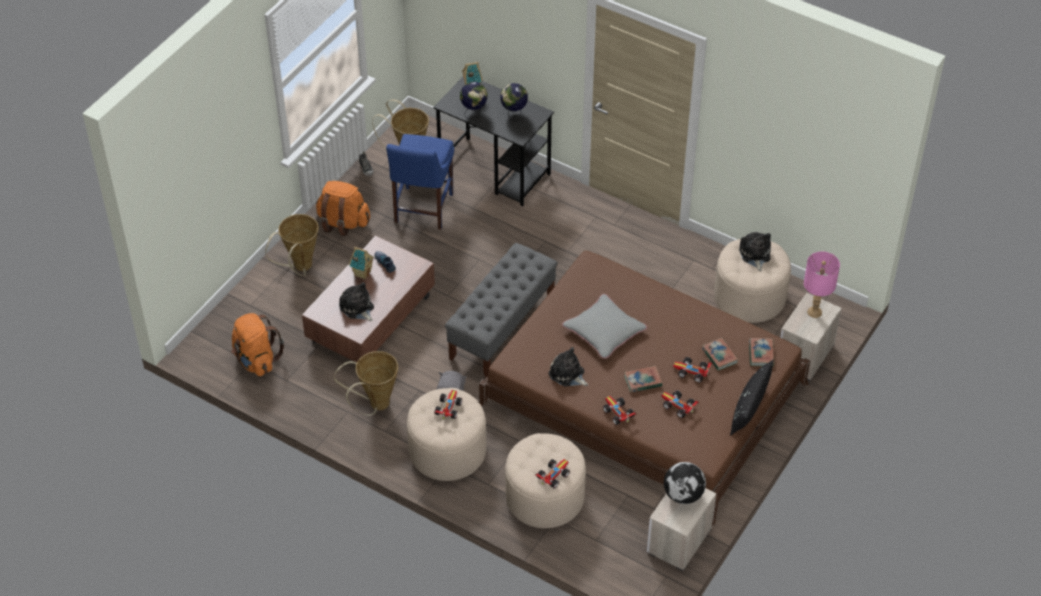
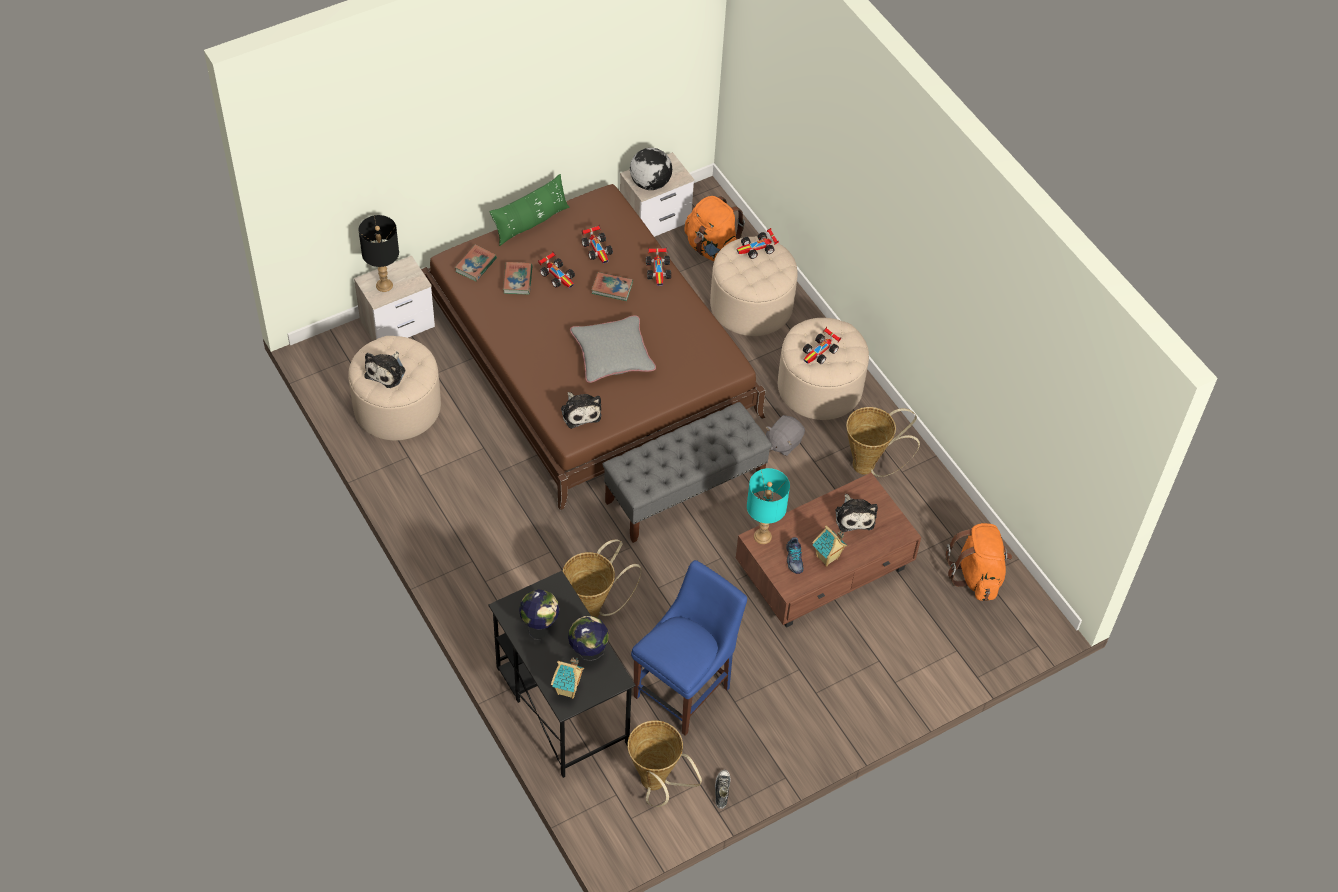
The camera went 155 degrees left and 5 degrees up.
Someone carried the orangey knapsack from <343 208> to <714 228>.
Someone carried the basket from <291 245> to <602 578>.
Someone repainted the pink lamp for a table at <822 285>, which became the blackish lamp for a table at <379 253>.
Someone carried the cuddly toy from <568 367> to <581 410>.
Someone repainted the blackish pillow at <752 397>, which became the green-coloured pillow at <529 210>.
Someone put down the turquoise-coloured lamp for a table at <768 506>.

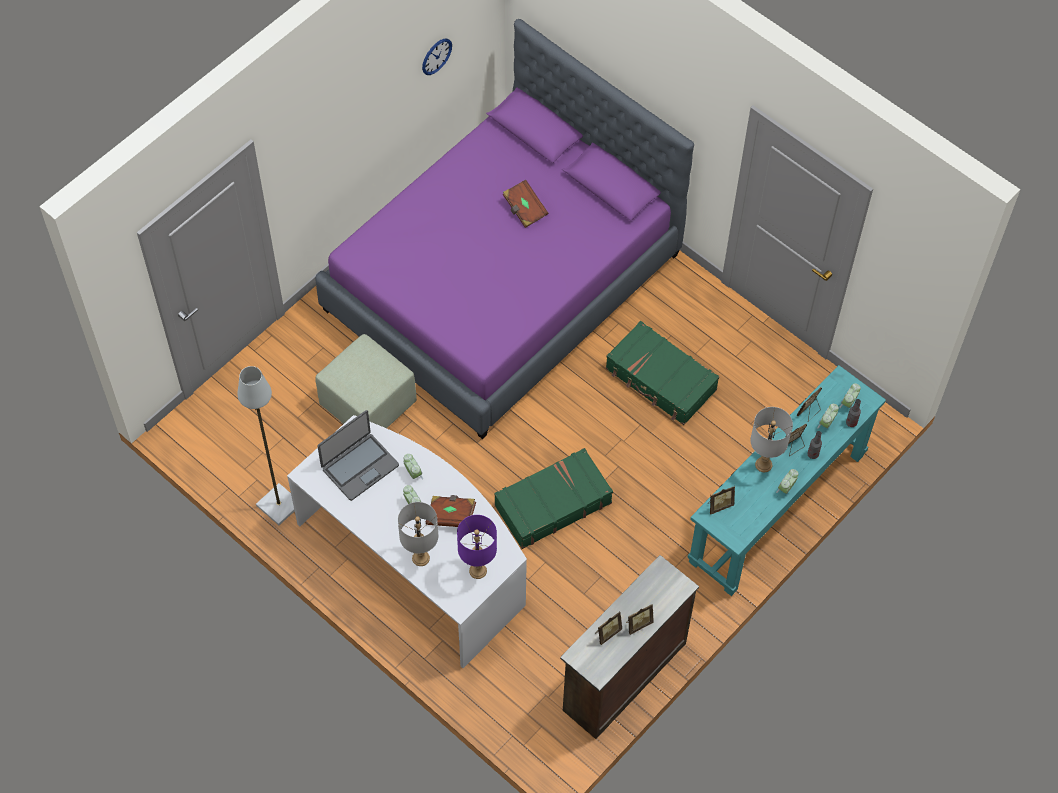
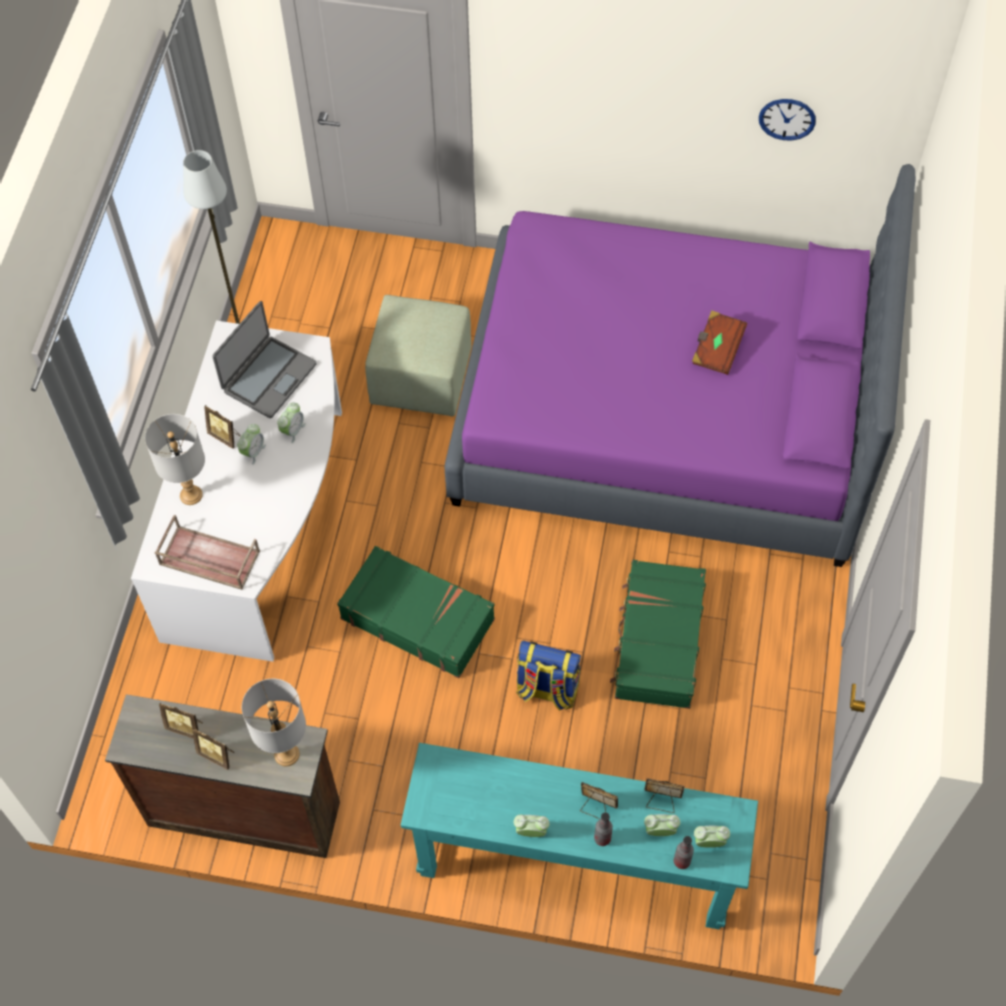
The camera went 60 degrees right and 0 degrees up.
Someone carried the gray lamp for a table from <771 439> to <274 722>.
Someone rotated the notebook computer at <358 455> by 75 degrees counterclockwise.
Someone carried the standing frame from <721 500> to <222 427>.
Someone took away the brown volume at <451 511>.
Someone swapped the purplish lamp for a table at <477 547> for the brown serving tray at <207 552>.
Someone put down the knapsack at <548 676>.

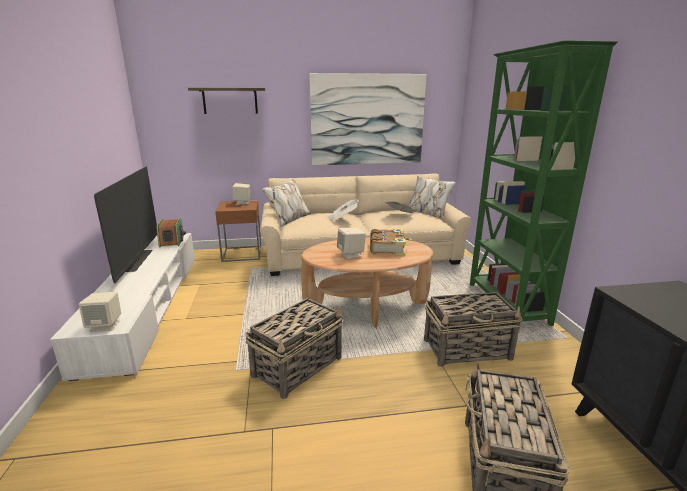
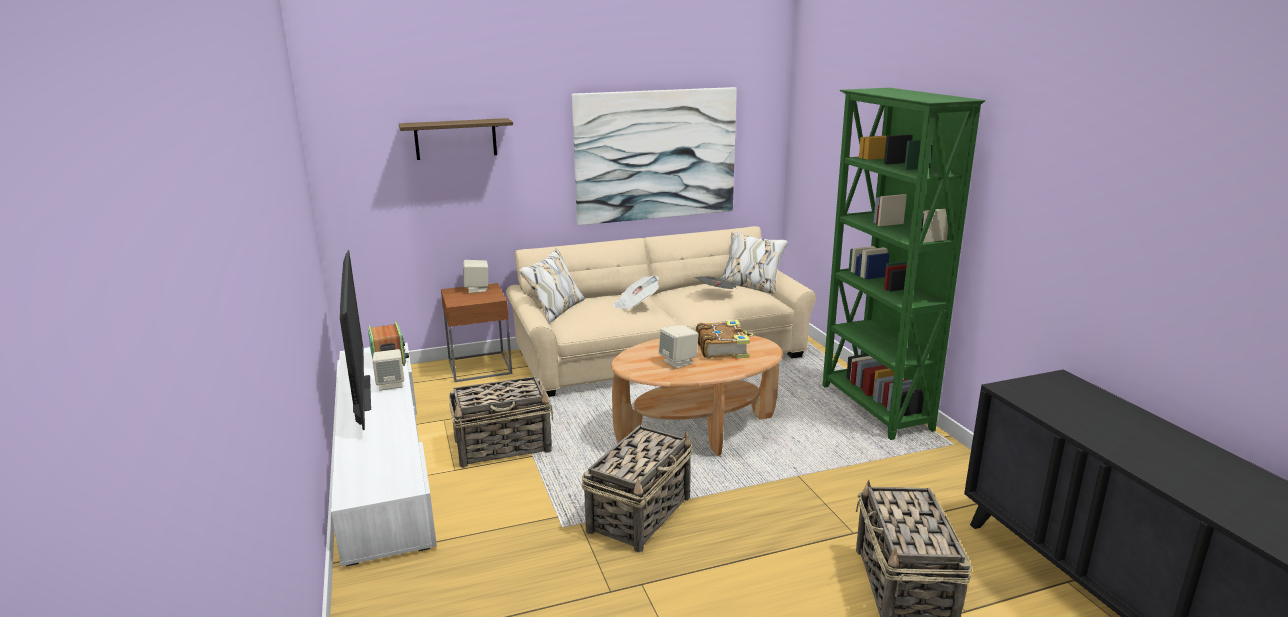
The camera went 10 degrees left and 0 degrees up.
Someone carried the sand-coloured audio speaker from <100 312> to <388 370>.
Someone carried the basket from <473 329> to <501 421>.

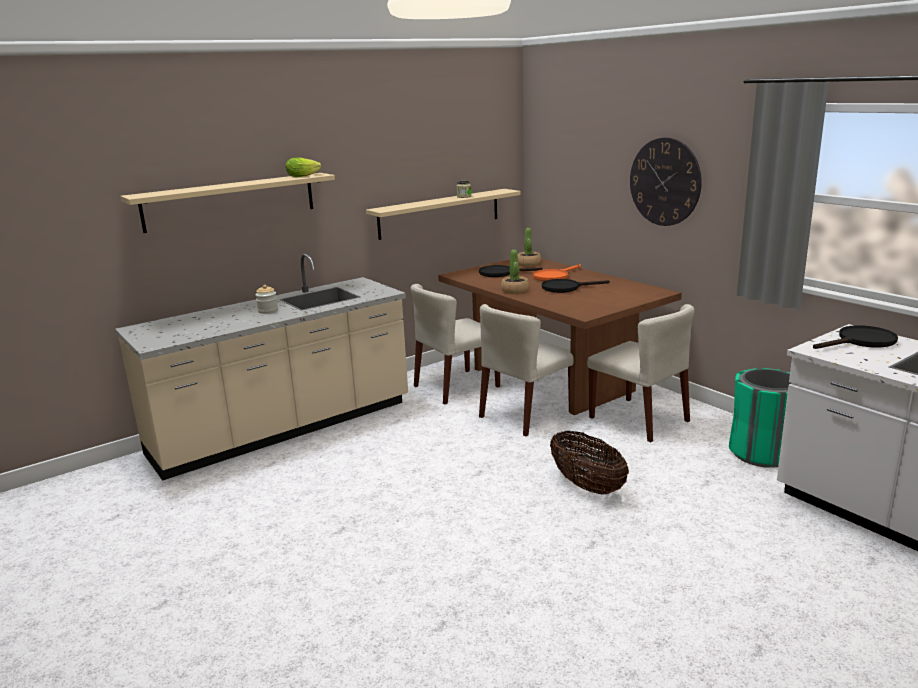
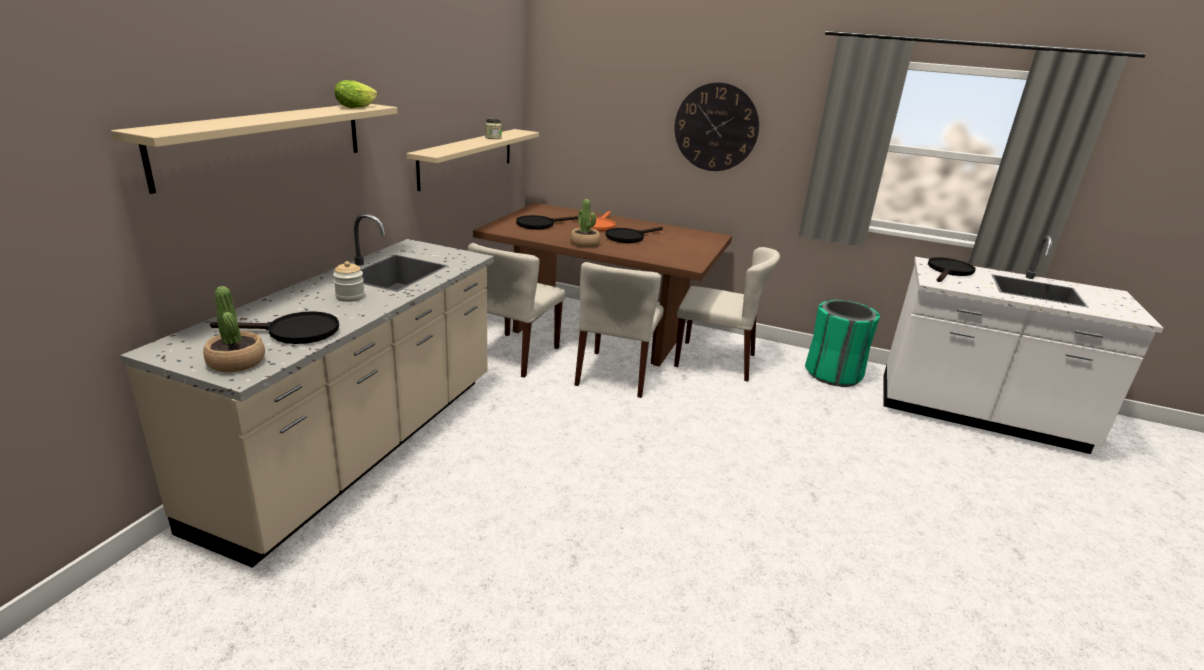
The camera went 35 degrees left and 5 degrees up.
Someone carried the houseplant from <529 247> to <234 329>.
Someone took away the basket at <589 462>.
Someone put down the blackish frying pan at <274 327>.

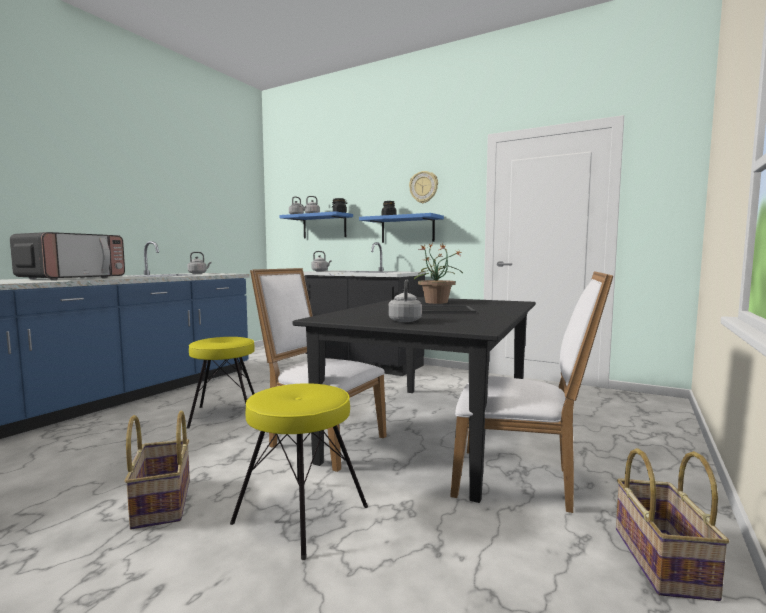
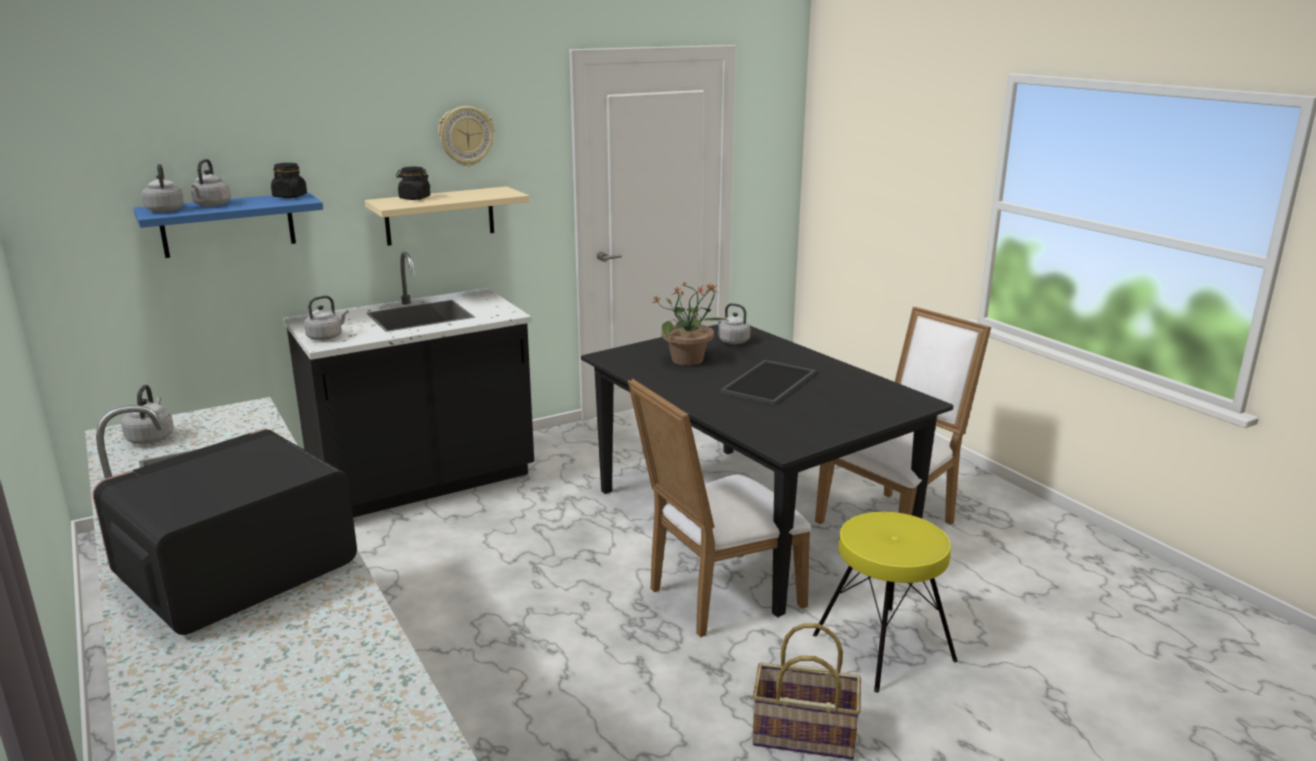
The camera went 60 degrees left and 15 degrees up.
Someone repainted the bluish bracket shelf at <401 228>, which became the sand-coloured bracket shelf at <447 216>.
Someone rotated the microwave oven at <67 256> by 105 degrees counterclockwise.
Someone carried the gray kettle from <405 300> to <732 323>.
Someone took away the yellow-coloured stool seat at <221 383>.
Someone took away the basket at <673 524>.

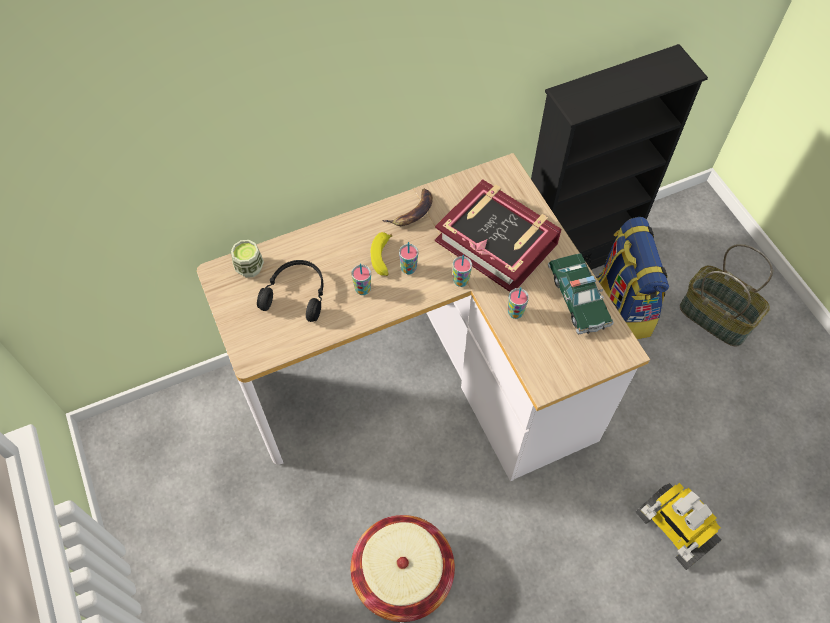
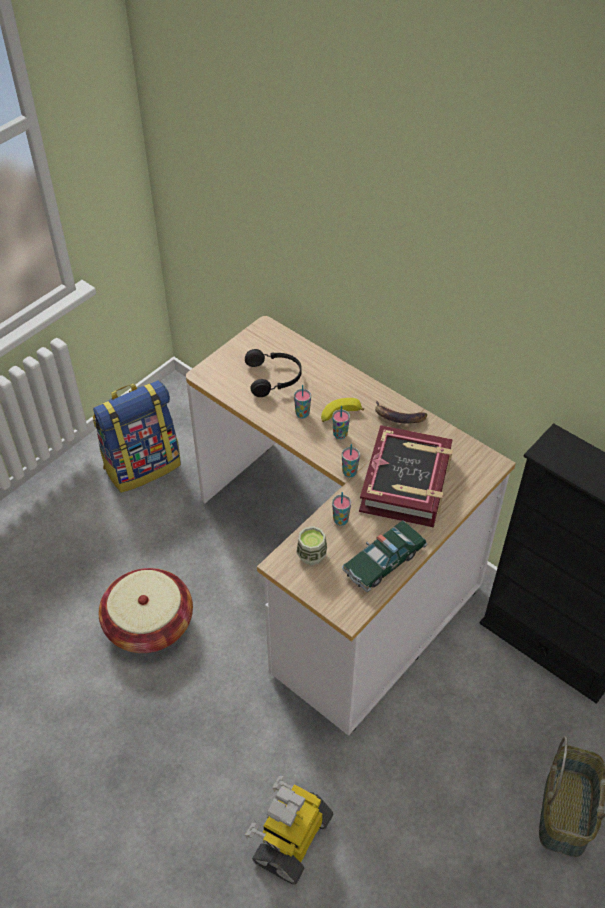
The camera went 65 degrees right and 10 degrees down.
Someone carried the knapsack from <632 278> to <137 436>.
Someone carried the cup from <247 259> to <311 545>.

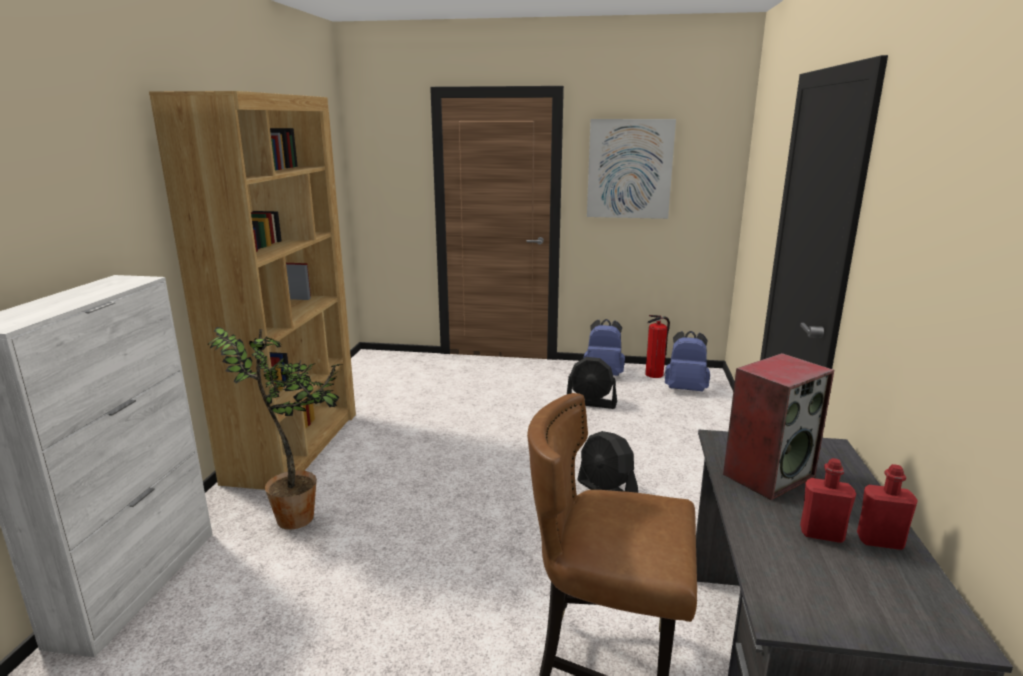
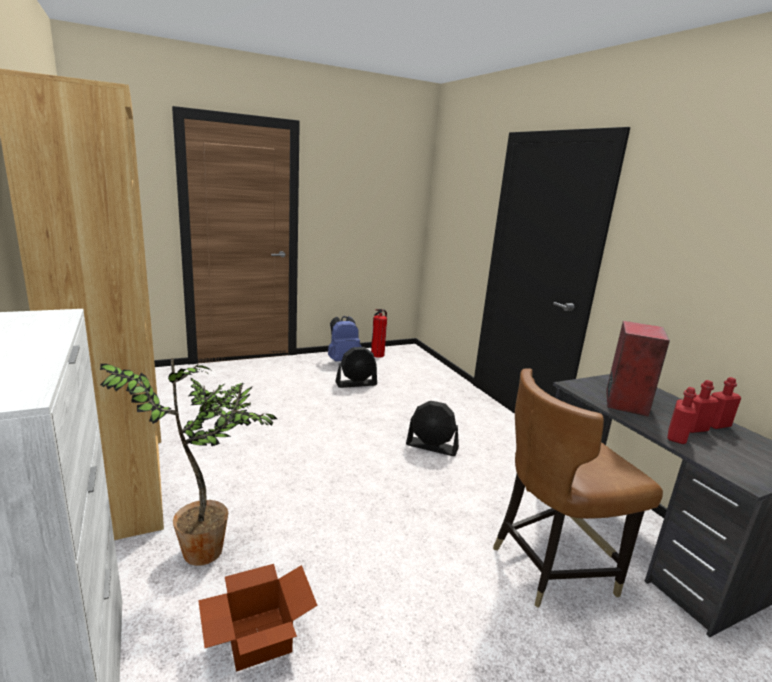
The camera went 35 degrees left and 0 degrees up.
Someone took away the wall picture at <631 169>.
Someone took away the bluish knapsack at <687 361>.
Someone put down the red-coloured bottle at <681 415>.
Someone put down the packing box at <258 618>.

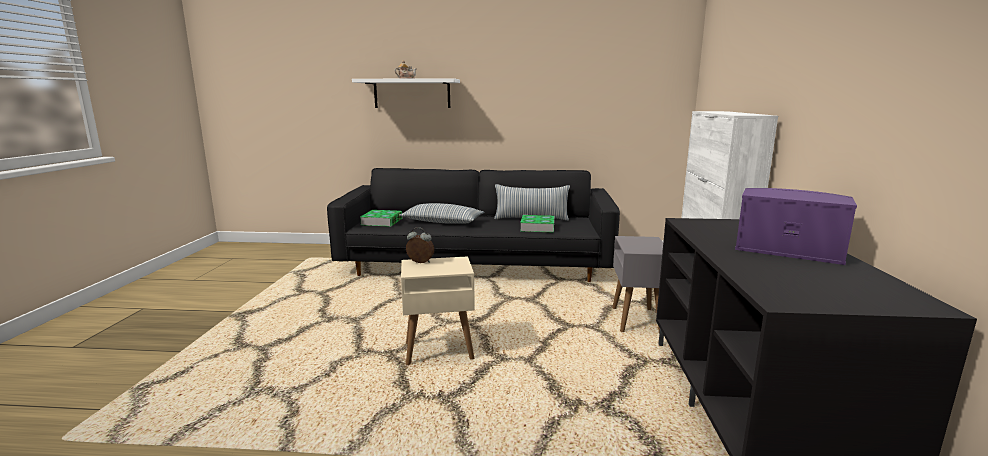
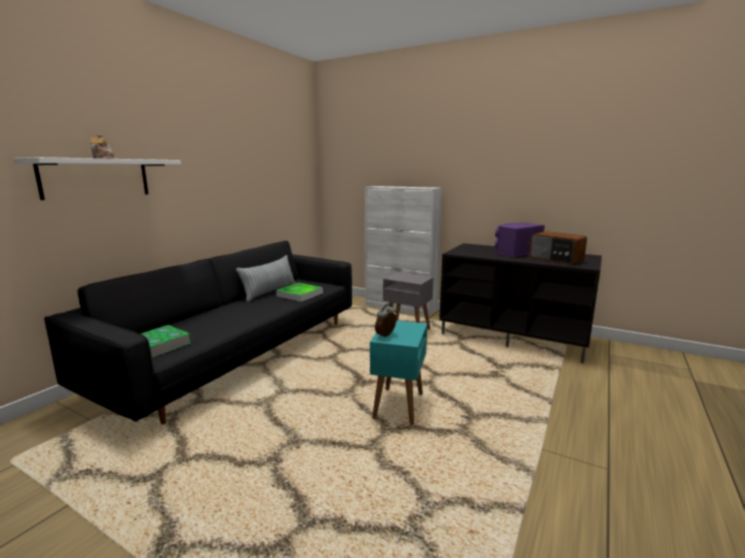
The camera went 65 degrees left and 0 degrees up.
Someone took away the pillow at <442 213>.
Someone swapped the volume at <537 224> for the serving tray at <299 292>.
Someone repainted the sand-coloured end table at <438 310>, which became the turquoise-coloured end table at <398 373>.
Someone put down the radio at <558 248>.

